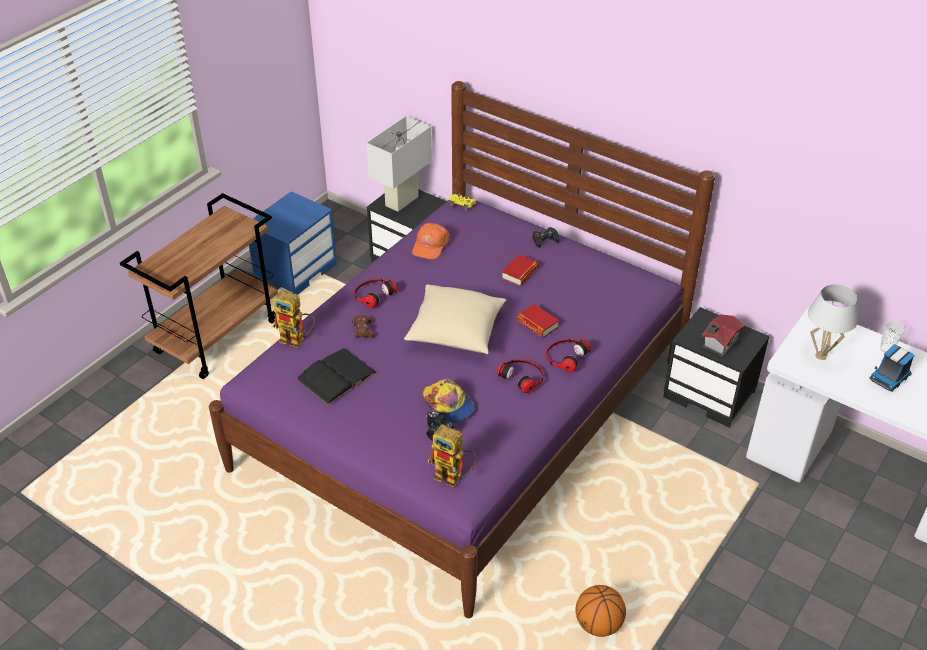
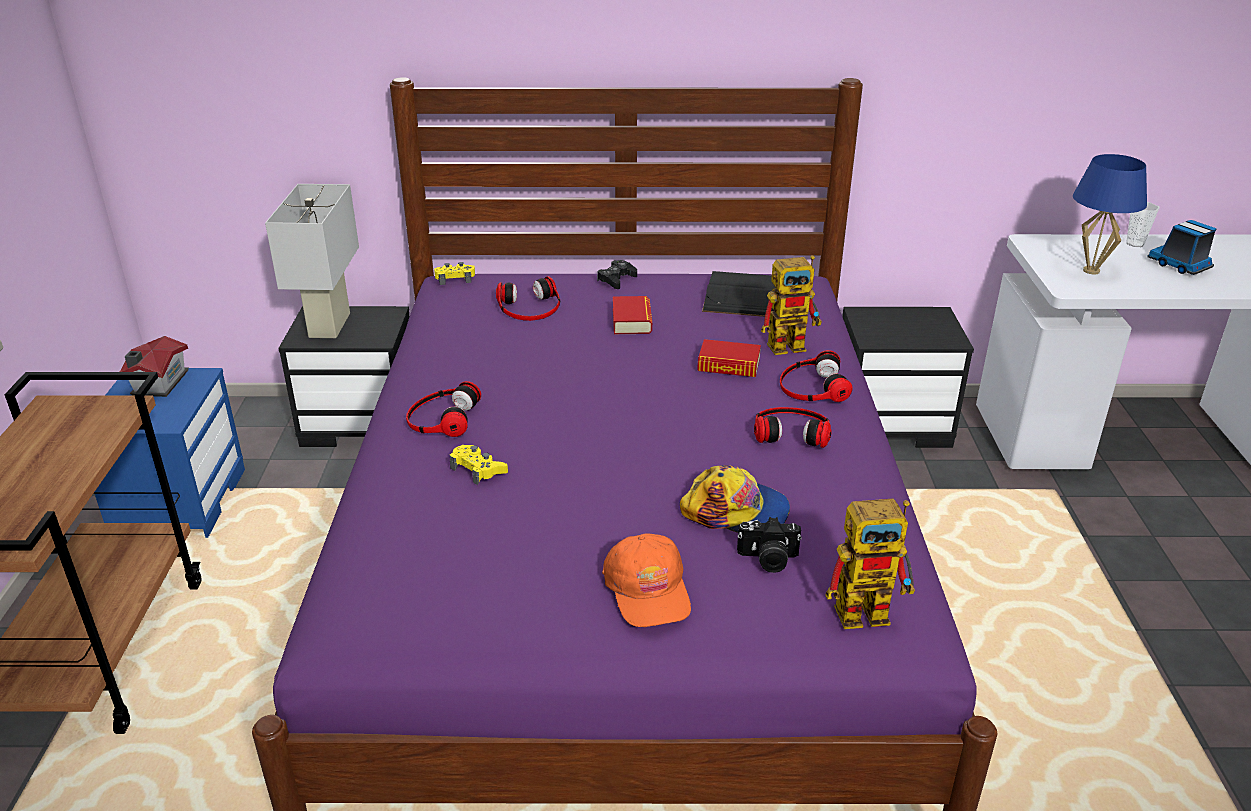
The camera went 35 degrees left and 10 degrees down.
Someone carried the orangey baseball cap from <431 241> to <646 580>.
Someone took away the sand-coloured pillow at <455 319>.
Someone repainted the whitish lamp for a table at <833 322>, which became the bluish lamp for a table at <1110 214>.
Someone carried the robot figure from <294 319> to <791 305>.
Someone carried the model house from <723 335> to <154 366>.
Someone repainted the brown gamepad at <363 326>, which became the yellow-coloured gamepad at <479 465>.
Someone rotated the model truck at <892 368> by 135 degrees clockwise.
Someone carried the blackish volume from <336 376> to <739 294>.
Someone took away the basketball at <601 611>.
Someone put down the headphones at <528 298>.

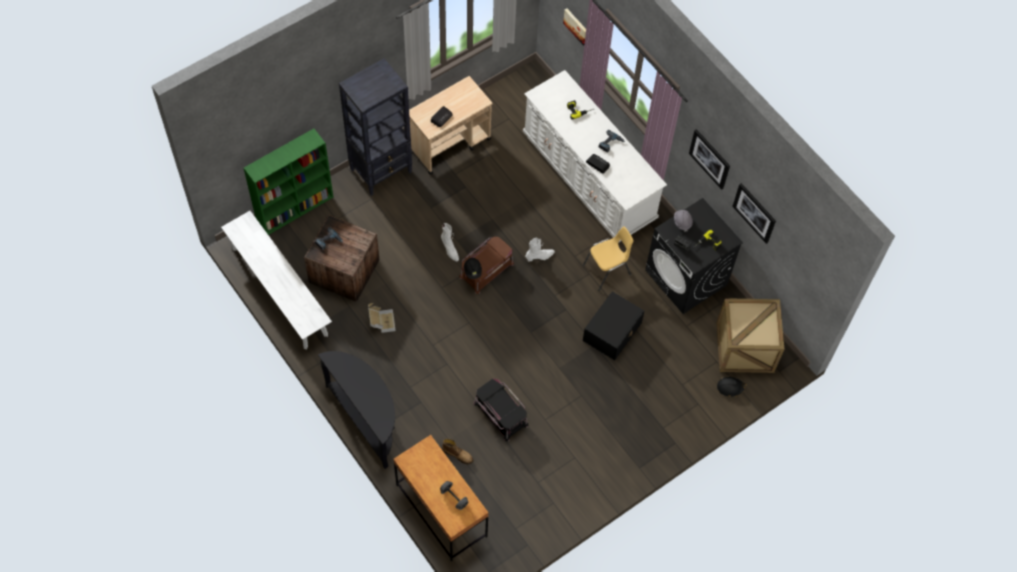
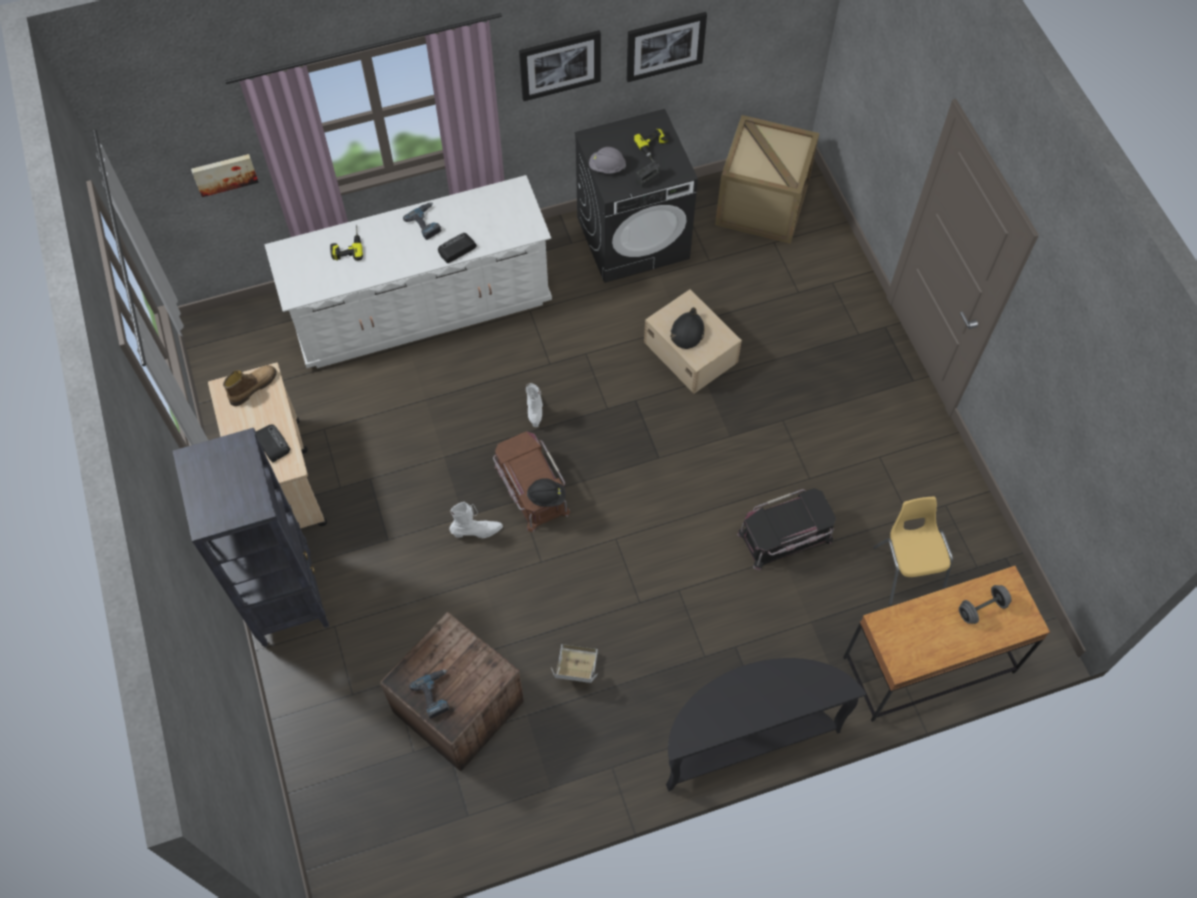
The camera went 70 degrees left and 0 degrees up.
Someone took away the green-coloured bookshelf at <288 182>.
Someone took away the whitish bench at <276 280>.
Someone carried the yellow-coloured plain chair from <608 258> to <913 551>.
Someone repainted the blackish storage box at <613 325>, which became the sand-coloured storage box at <693 341>.
Someone carried the blackish work helmet from <731 387> to <687 328>.
Someone carried the high-top boot from <458 451> to <250 385>.

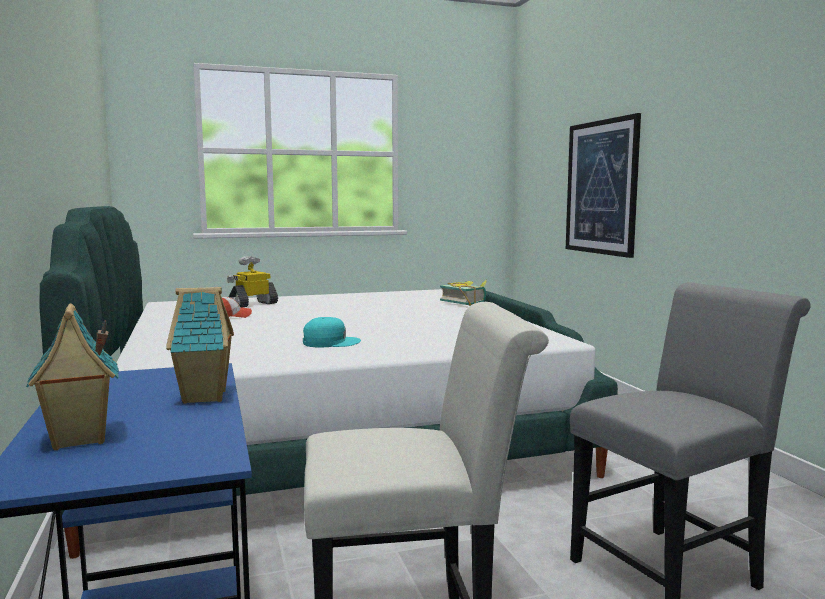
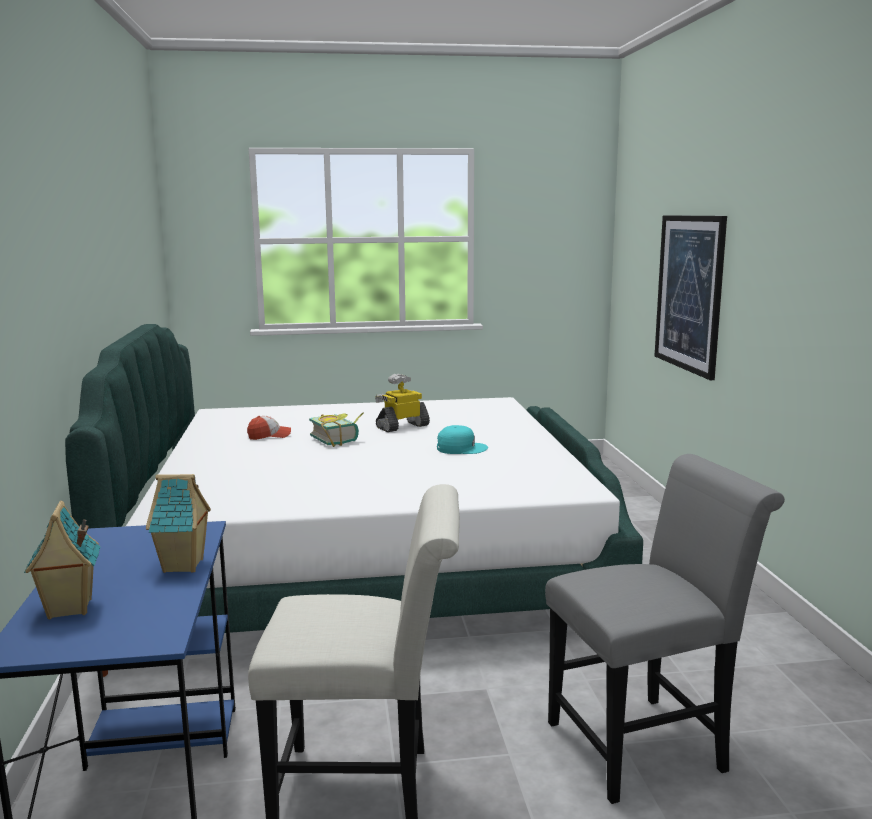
The camera went 10 degrees right and 5 degrees up.
Someone carried the robot figure from <252 281> to <402 403>.
Someone carried the volume from <463 292> to <336 430>.
Someone carried the turquoise-coloured baseball cap from <332 332> to <462 439>.

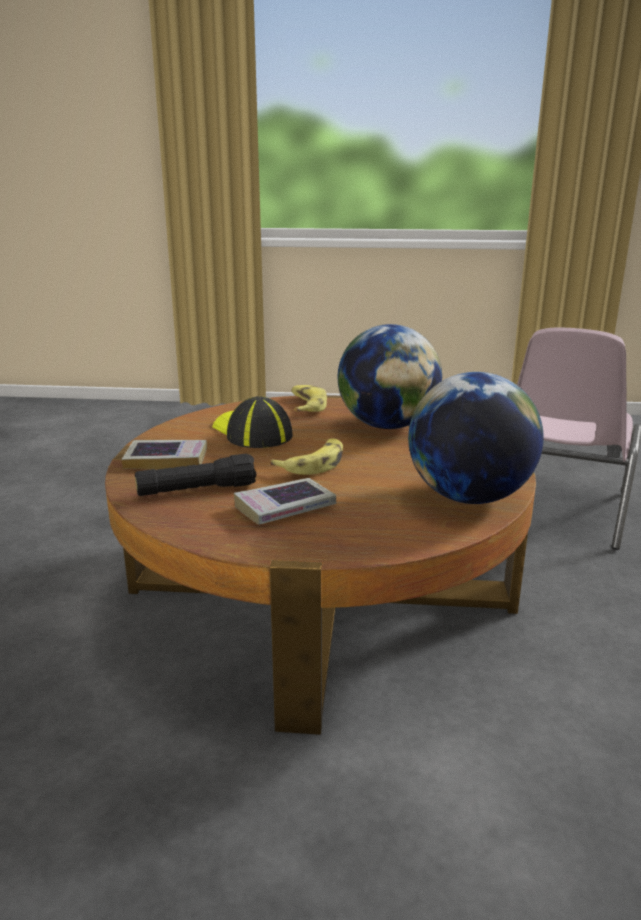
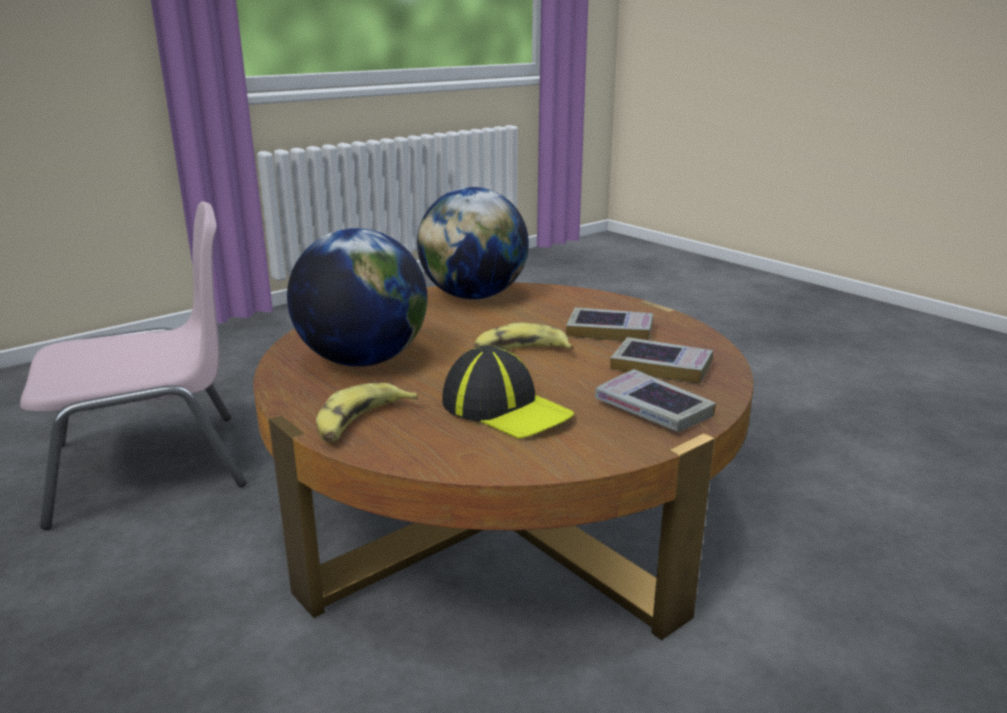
The camera went 135 degrees left and 0 degrees up.
Someone rotated the baseball cap at <252 422> by 60 degrees counterclockwise.
Someone swapped the blackish hand torch at <195 475> for the volume at <661 360>.

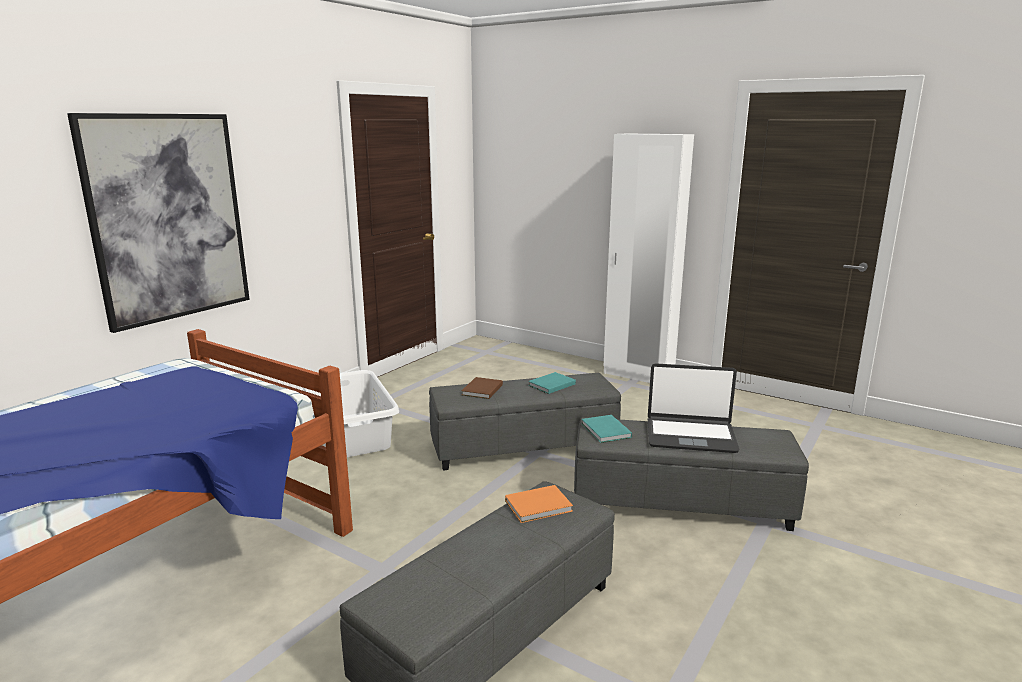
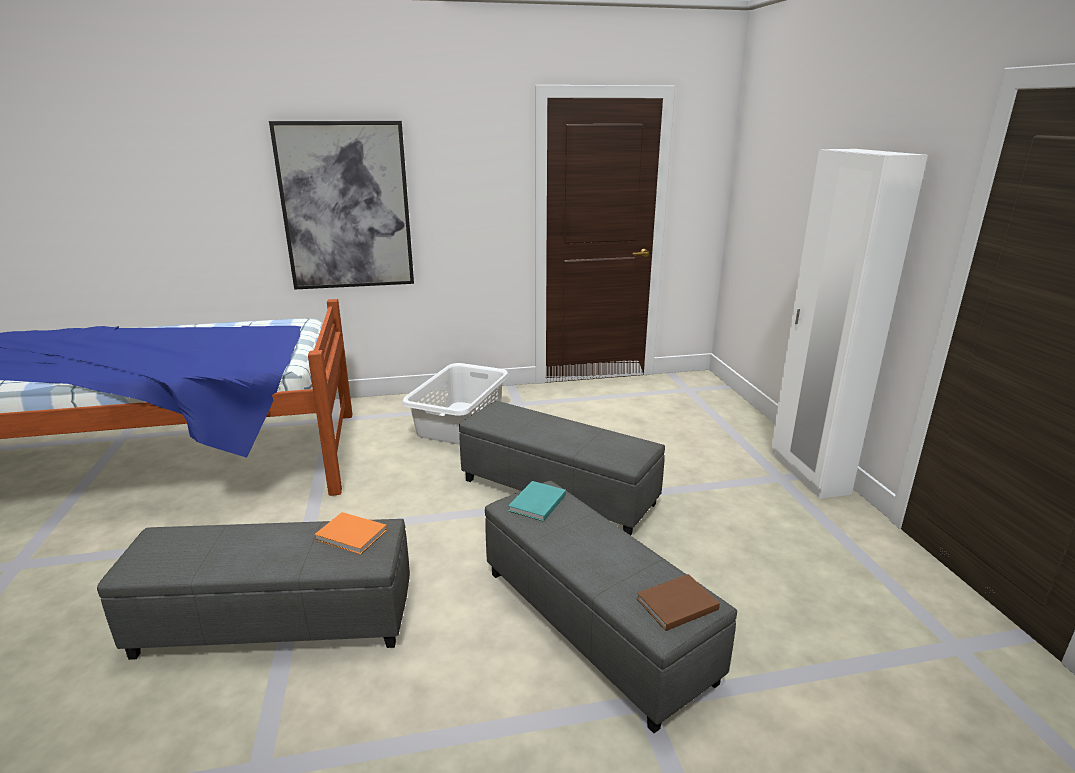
The camera went 45 degrees right and 5 degrees up.
Someone took away the notebook computer at <693 408>.
Someone took away the turquoise-coloured volume at <552 383>.
Someone carried the brown volume from <482 388> to <678 602>.

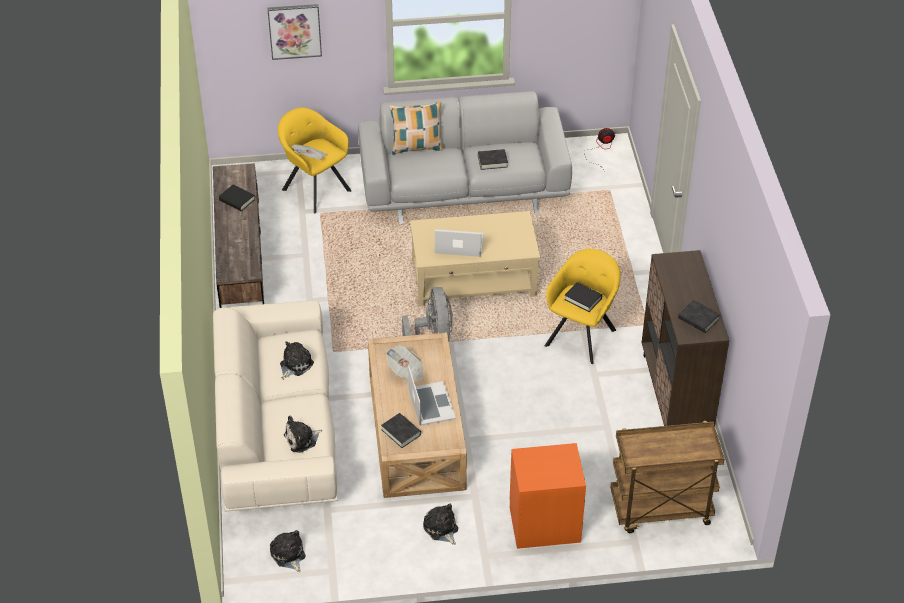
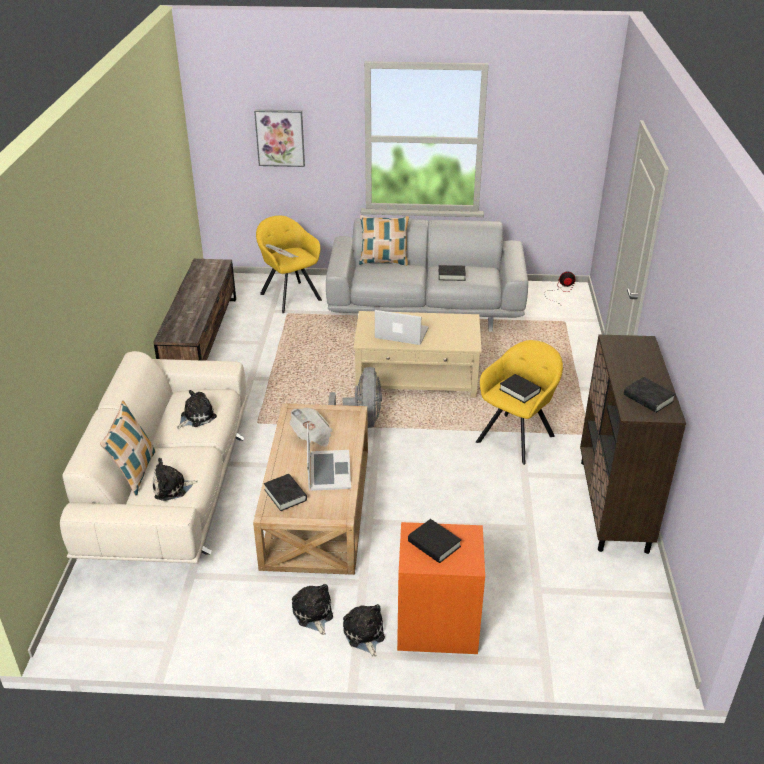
The camera went 10 degrees right and 10 degrees down.
Someone carried the blackish volume from <237 197> to <434 541>.
Someone took away the brown trolley at <667 477>.
Someone carried the cuddly toy from <288 551> to <364 630>.
Someone put down the pillow at <128 448>.

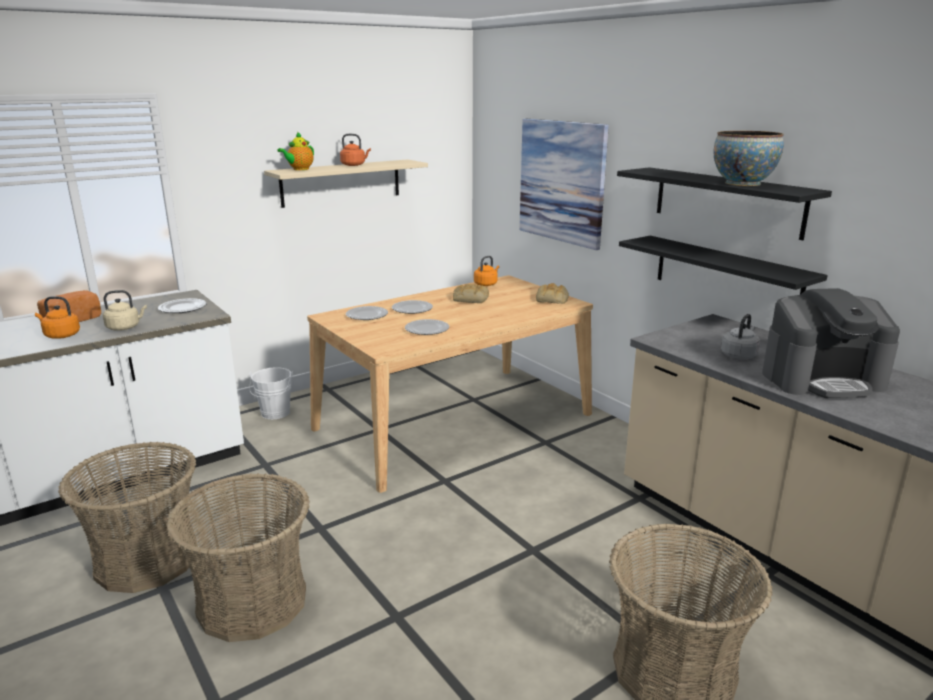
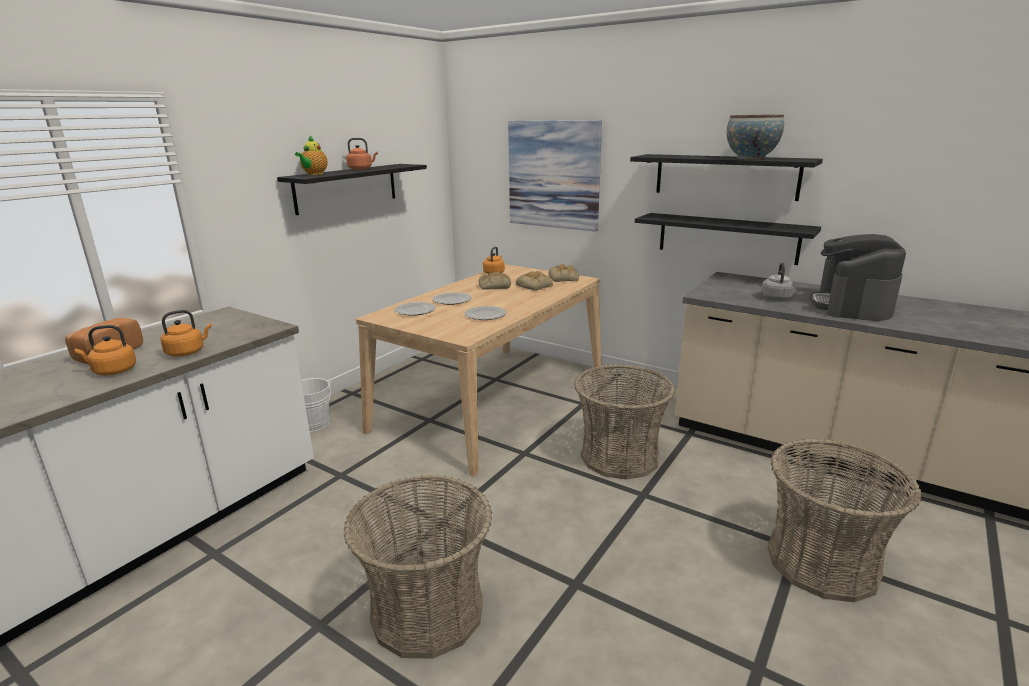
The camera went 20 degrees left and 0 degrees up.
Someone repainted the sand-coloured bracket shelf at <346 183>, which became the blackish bracket shelf at <352 189>.
Someone rotated the coffee maker at <831 343> by 135 degrees clockwise.
Someone repainted the sand-coloured kettle at <125 310>, which became the orangey kettle at <186 333>.
Someone took away the plate at <182 305>.
Someone carried the basket from <127 517> to <624 422>.
Someone put down the bread at <534 280>.

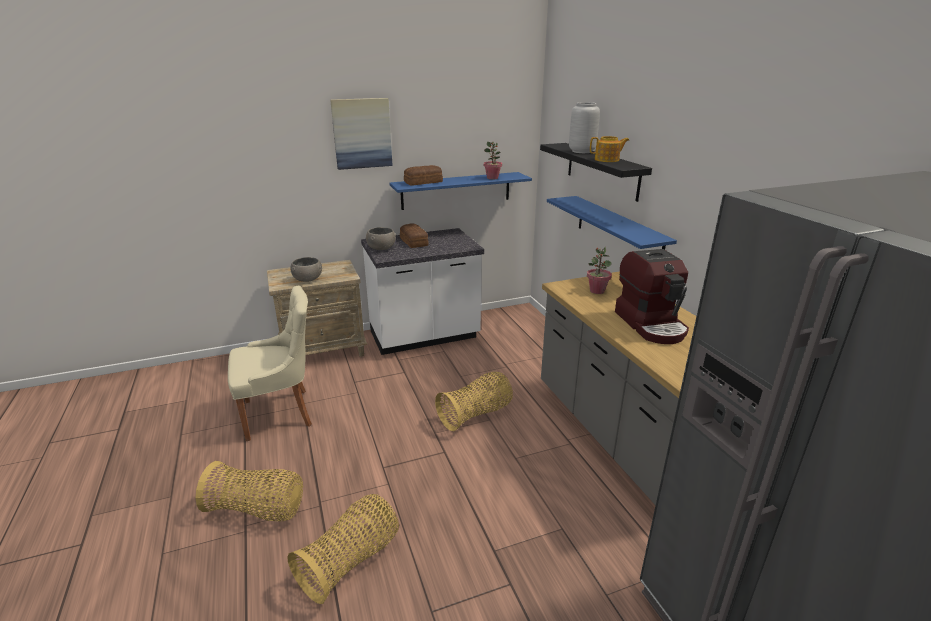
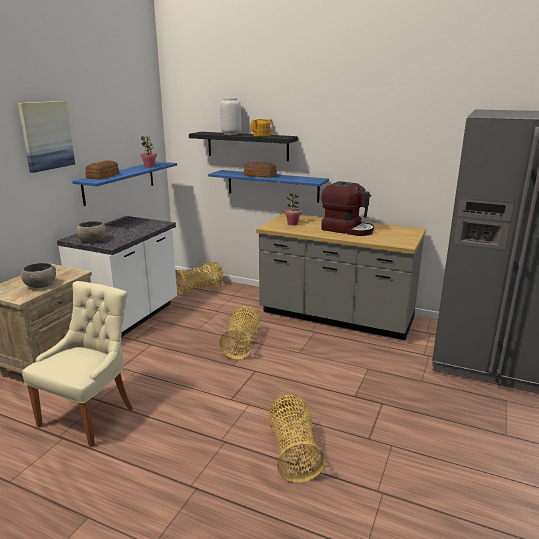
The camera went 45 degrees left and 5 degrees down.
Someone carried the bread from <414 235> to <260 170>.
Someone carried the basket from <249 491> to <199 278>.

